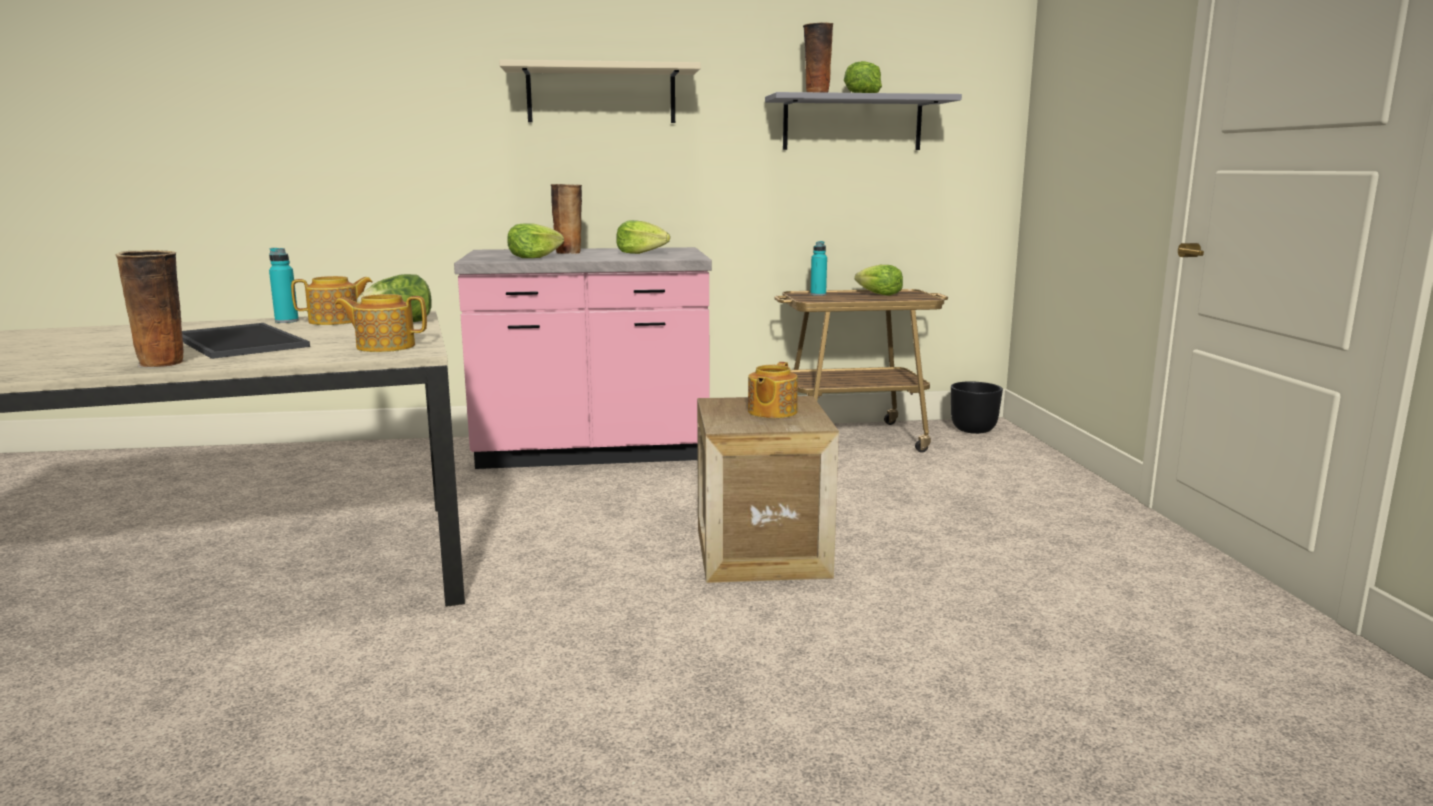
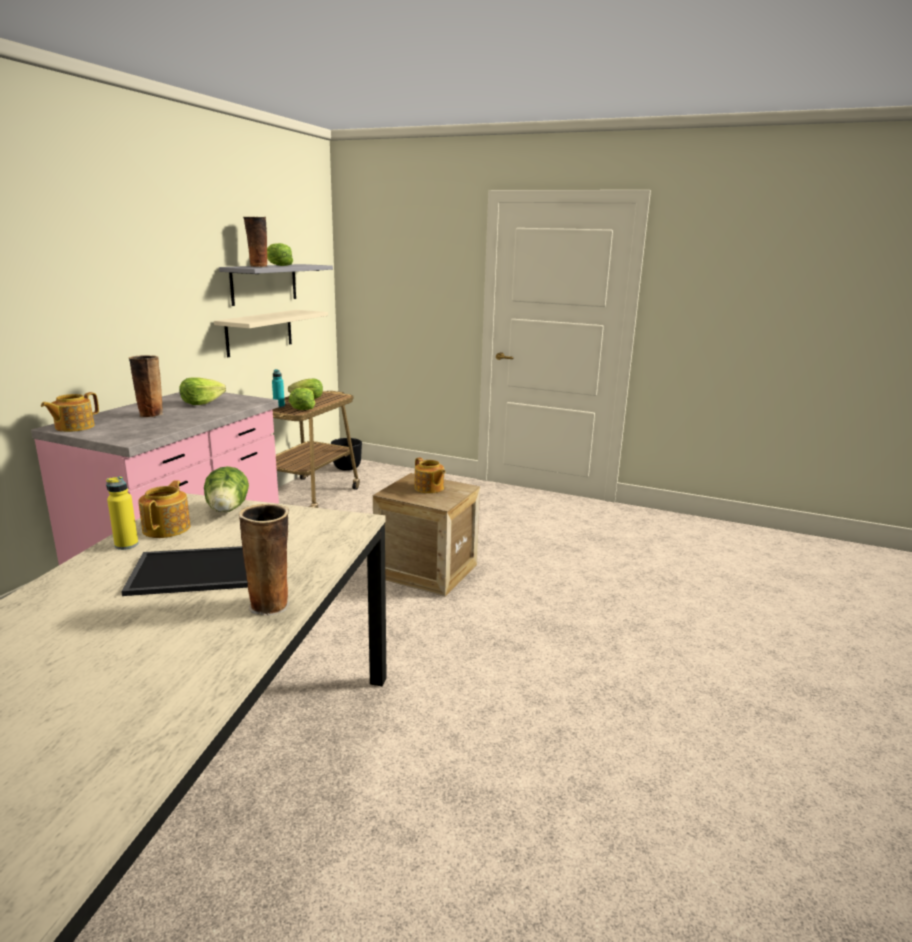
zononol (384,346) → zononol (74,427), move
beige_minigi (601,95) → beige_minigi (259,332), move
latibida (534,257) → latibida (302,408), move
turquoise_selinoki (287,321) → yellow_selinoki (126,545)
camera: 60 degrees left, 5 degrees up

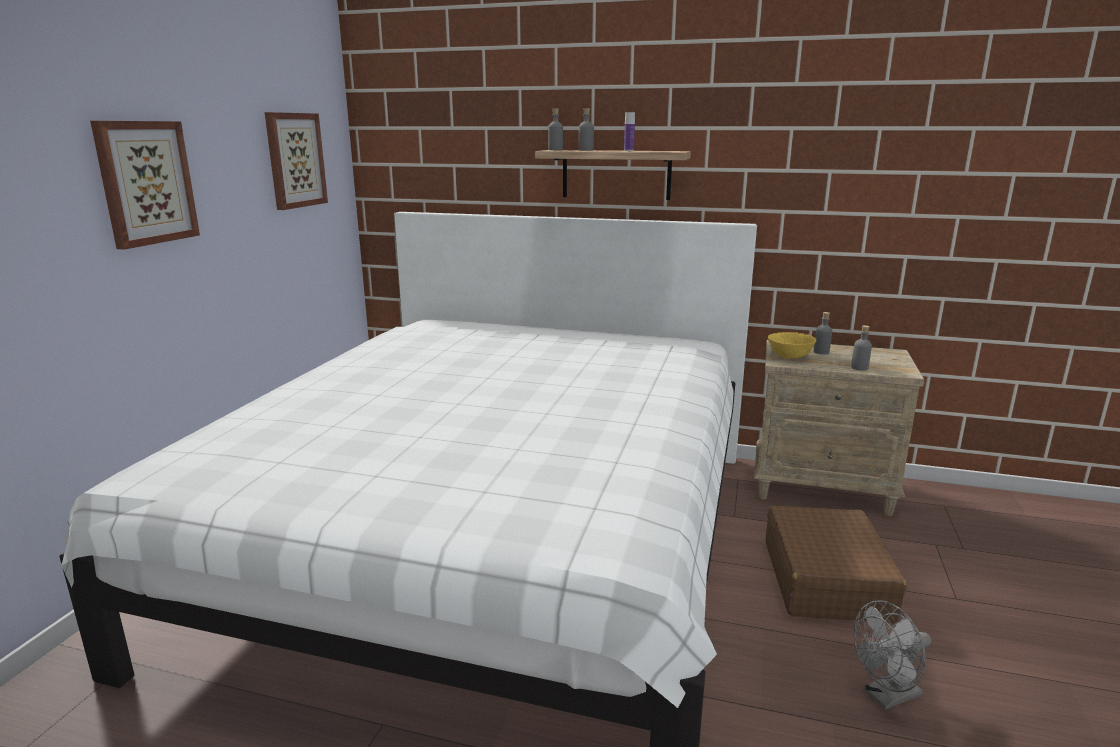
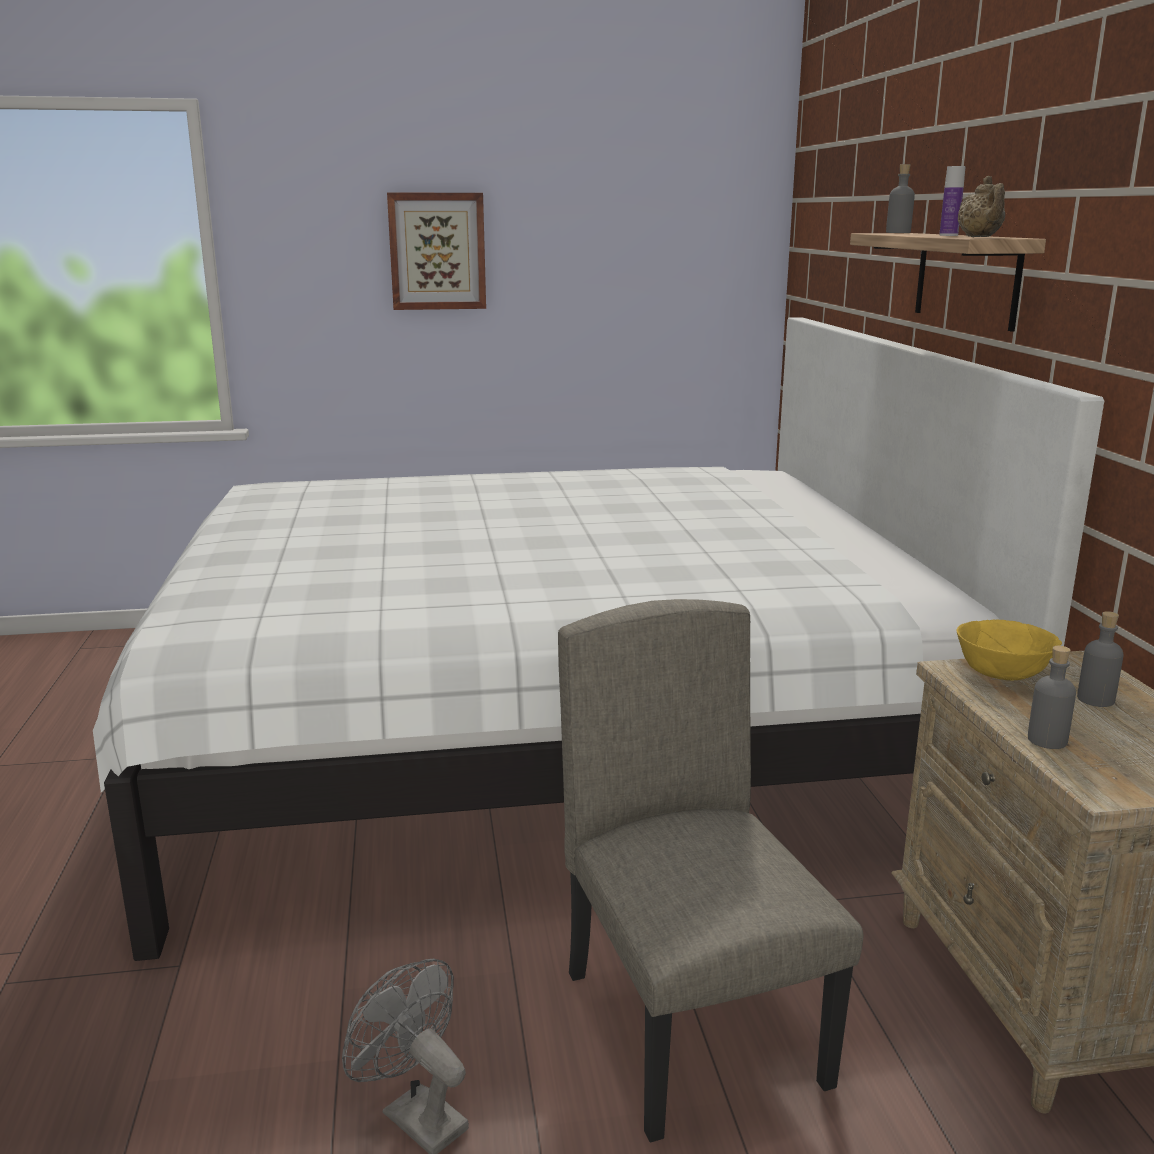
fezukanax (295,160) → -
grey_selinoki (586,150) → -
- → beige_zononol (980,237)
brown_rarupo (826,580) → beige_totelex (694,1027)
camera: 65 degrees right, 0 degrees up

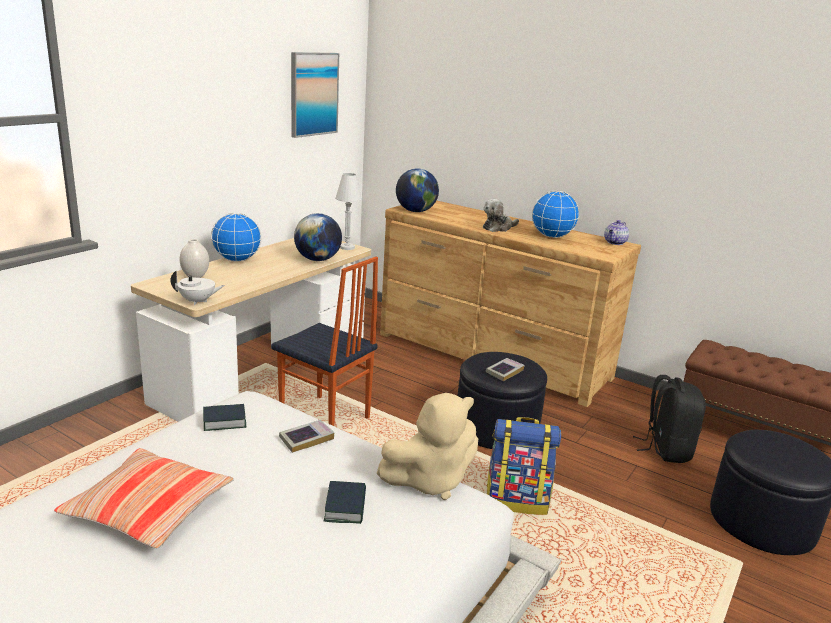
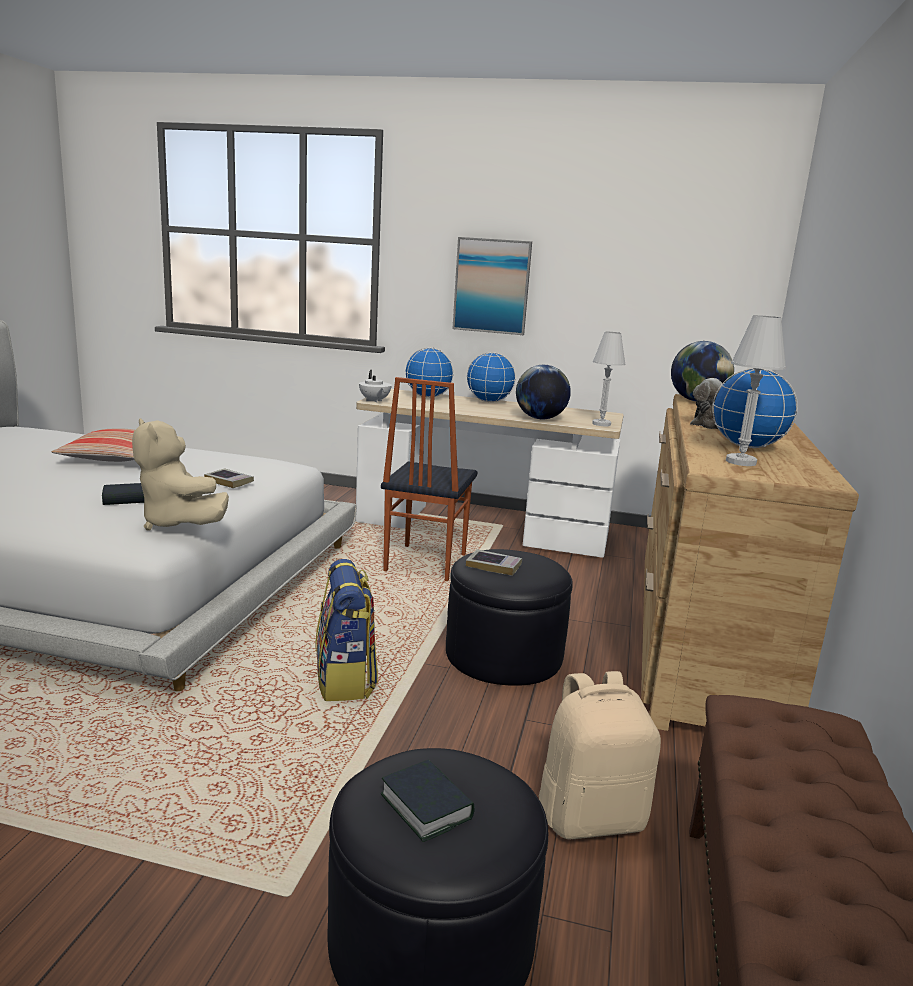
zononol (615,242) → -
- → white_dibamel (740,462)
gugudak (224,421) → gugudak (426,806), move
fezukanax (313,94) → fezukanax (492,286), move
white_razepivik (195,277) → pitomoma (427,397)
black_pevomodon (666,449) → beige_pevomodon (591,816)
camera: 70 degrees right, 5 degrees down

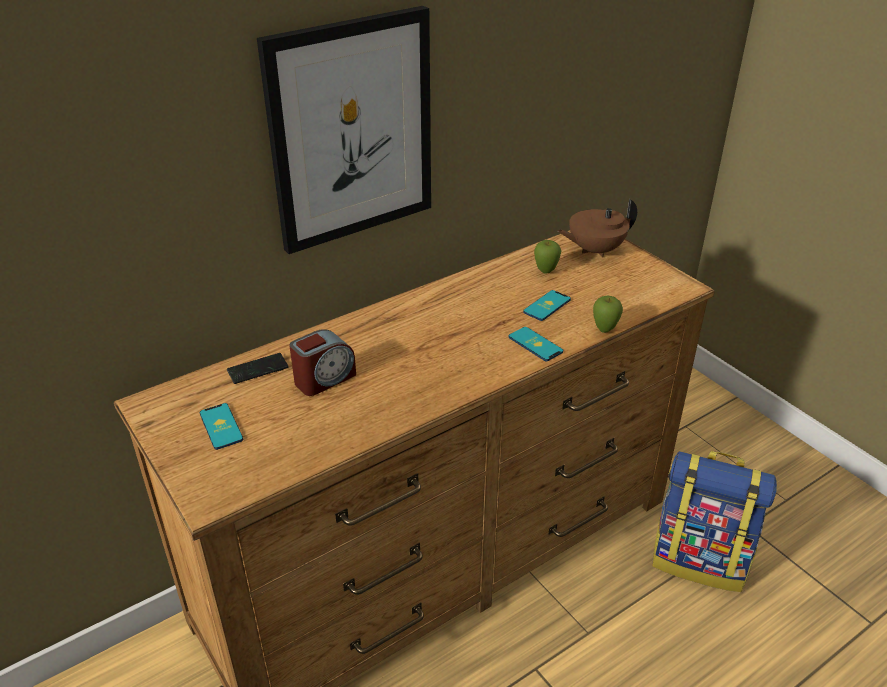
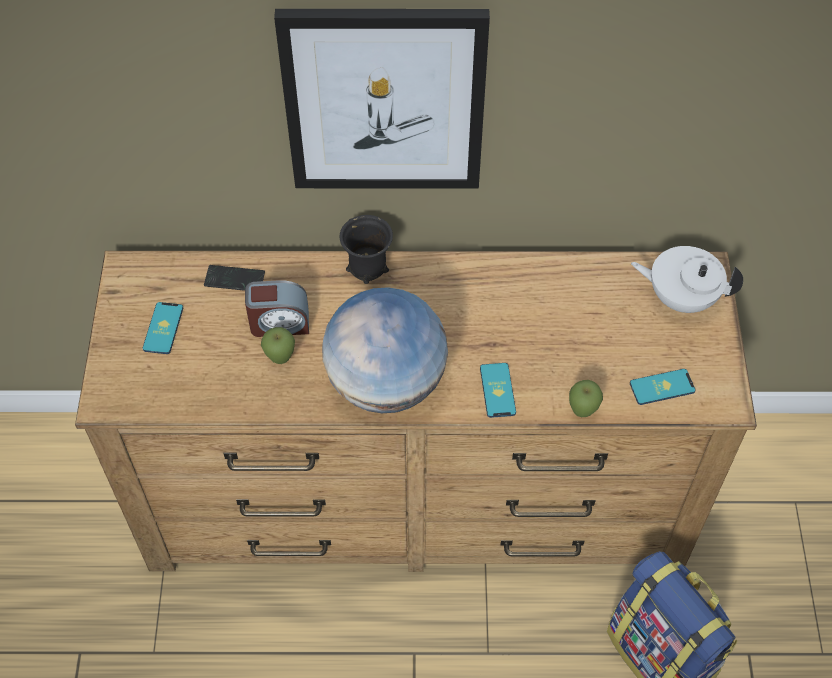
- → pitomoma (387,383)
- → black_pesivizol (367,267)
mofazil (547,306) → mofazil (662,387), move
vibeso (545,272) → vibeso (280,359), move
brown_zononol (594,250) → white_zononol (681,297)
camera: 35 degrees right, 20 degrees up

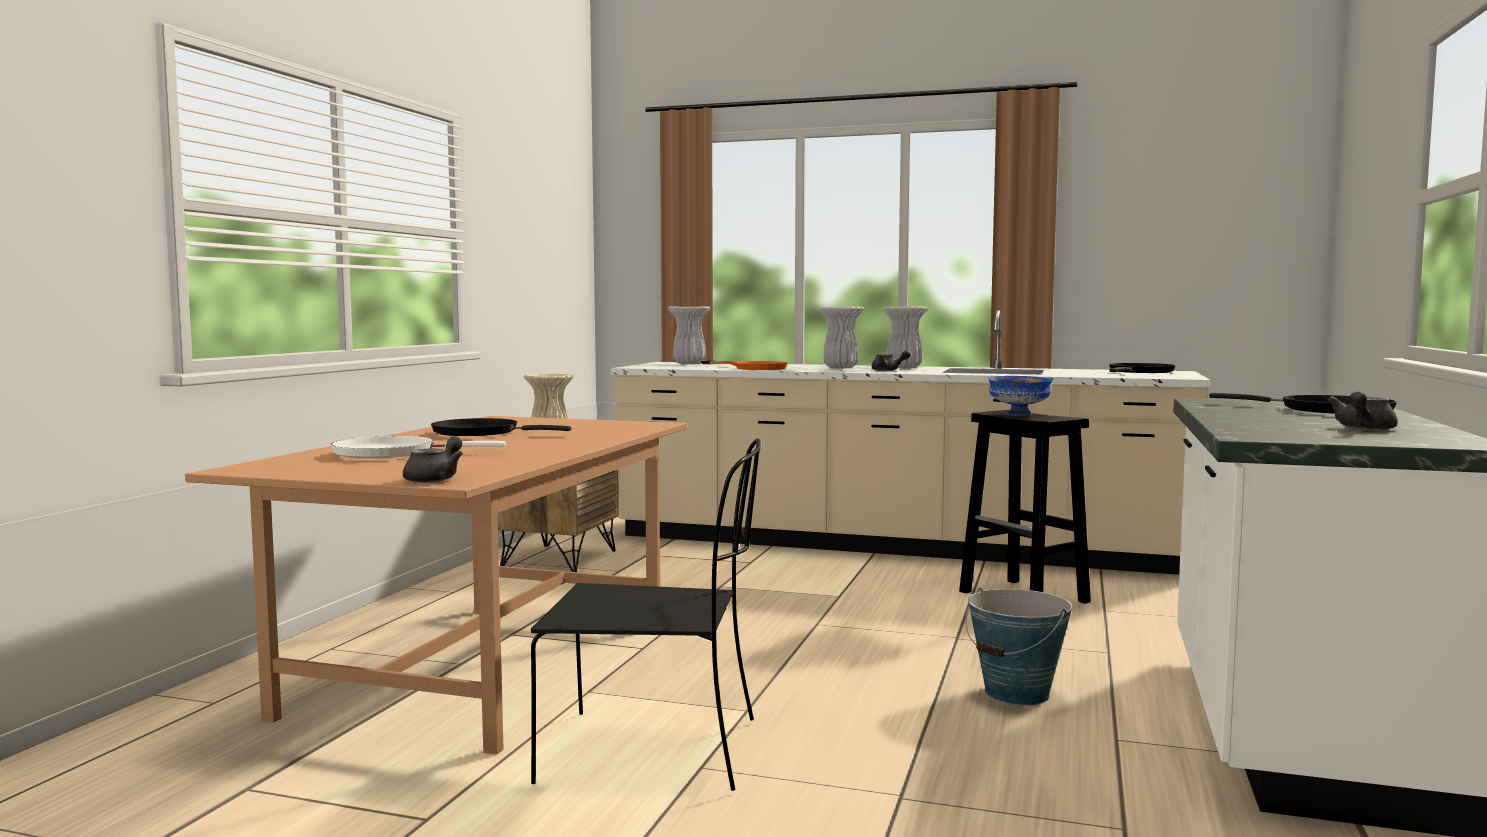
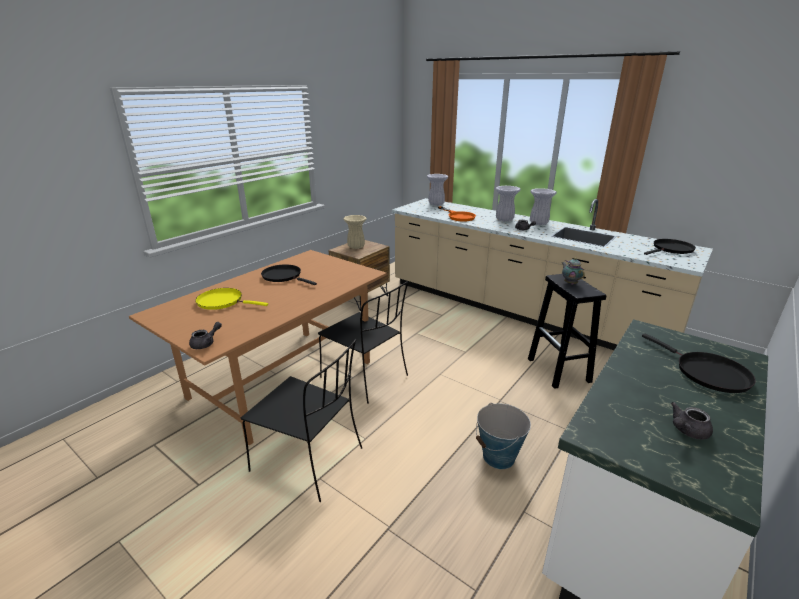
- → black_totelex (366,377)
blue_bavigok (1019,415) → zononol (570,283)
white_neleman (392,453) → yellow_neleman (223,302)
camera: 20 degrees right, 20 degrees up

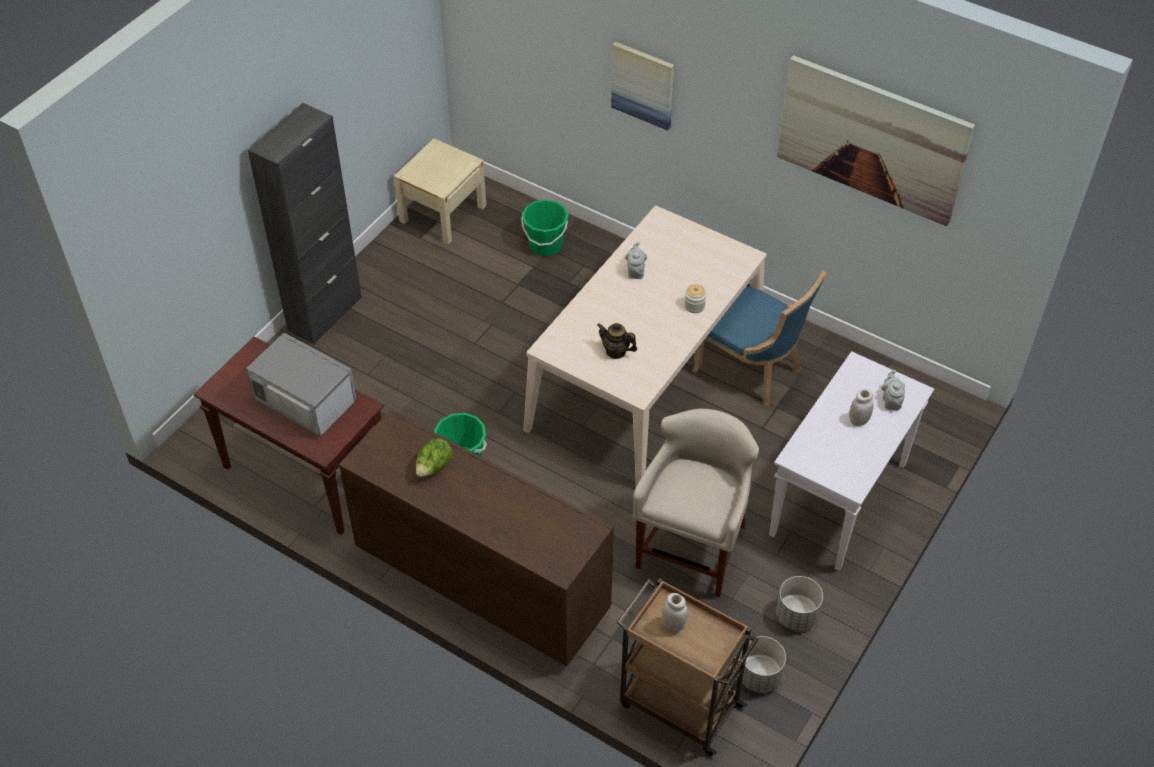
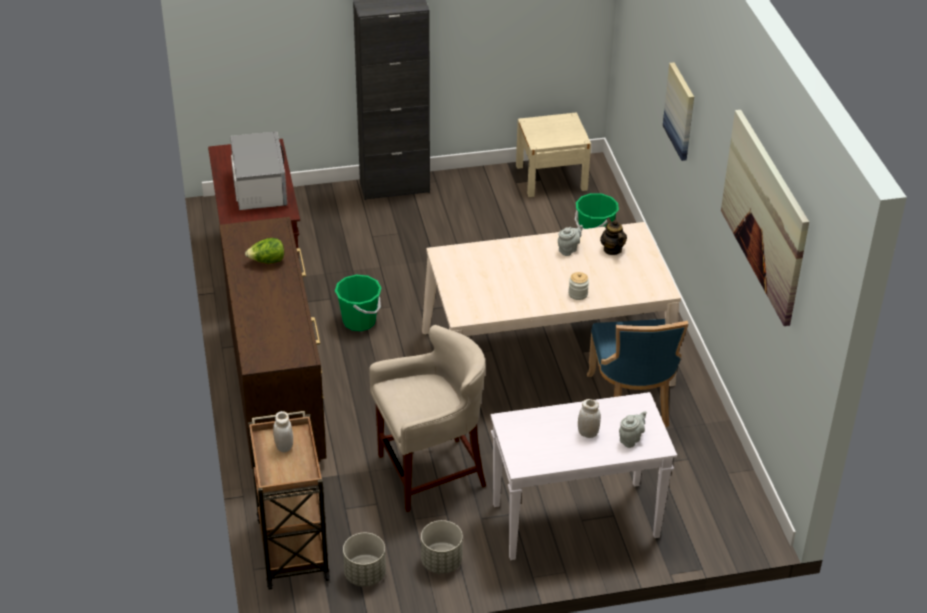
zononol (616,351) → zononol (612,249), move
camera: 45 degrees right, 10 degrees down

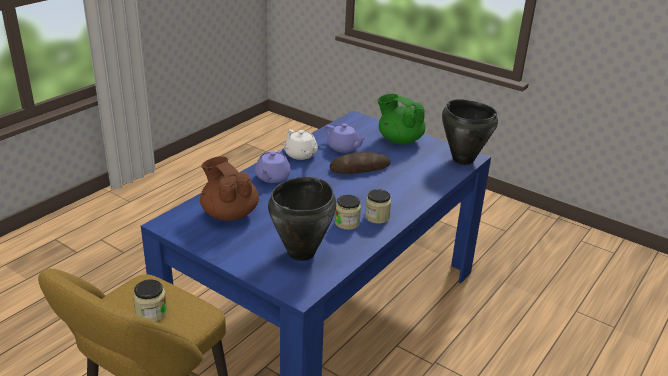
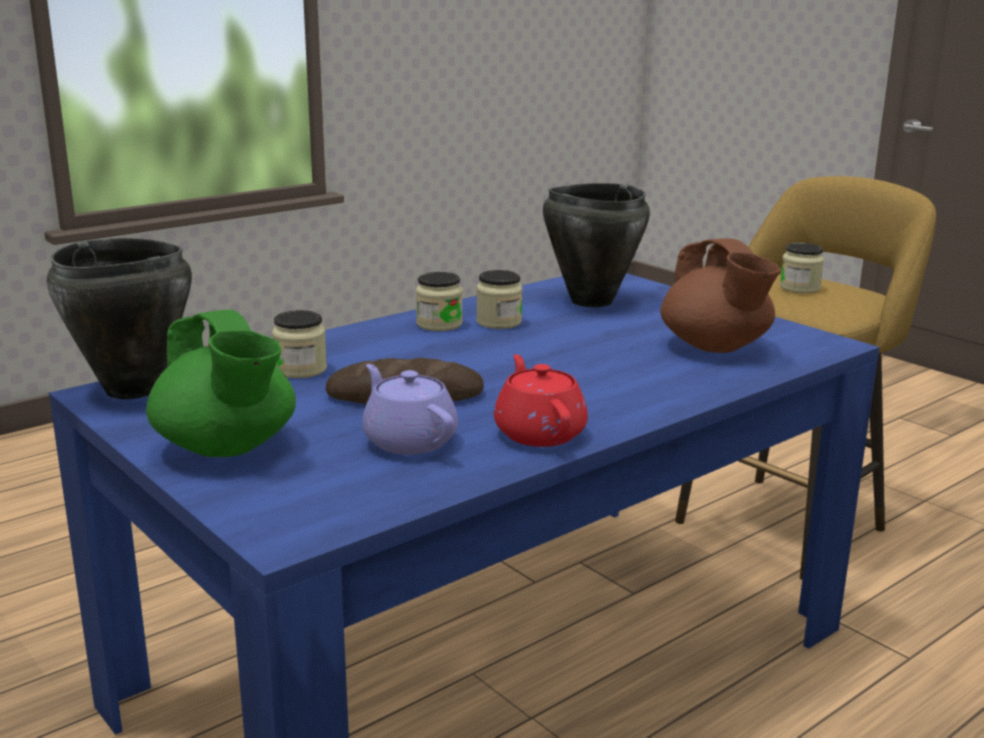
purple_zononol (272,177) → -
- → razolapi (300,369)
white_zononol (301,155) → red_zononol (539,433)
camera: 165 degrees left, 10 degrees down

